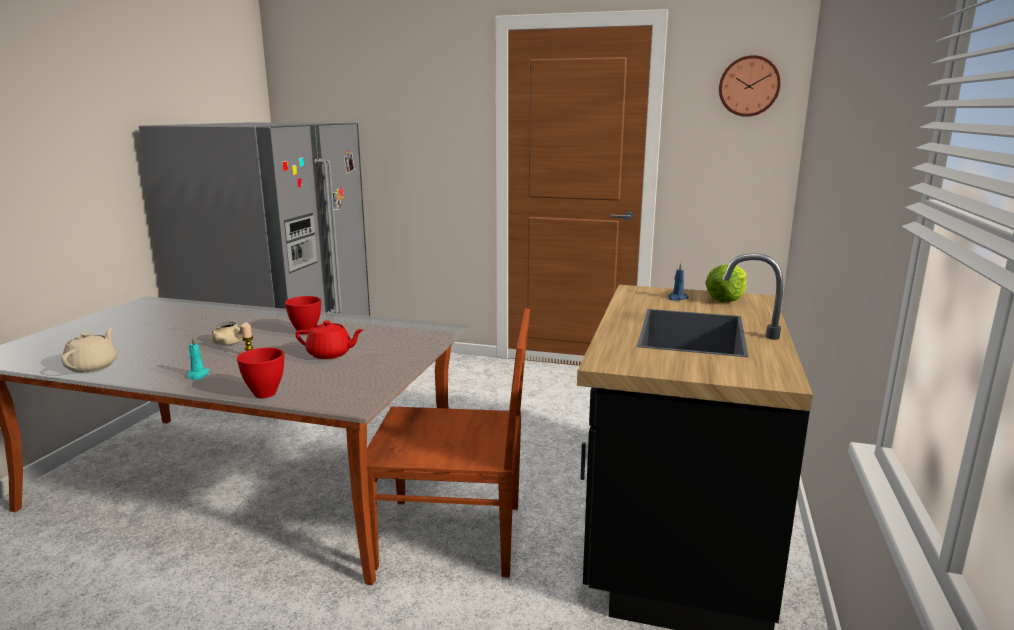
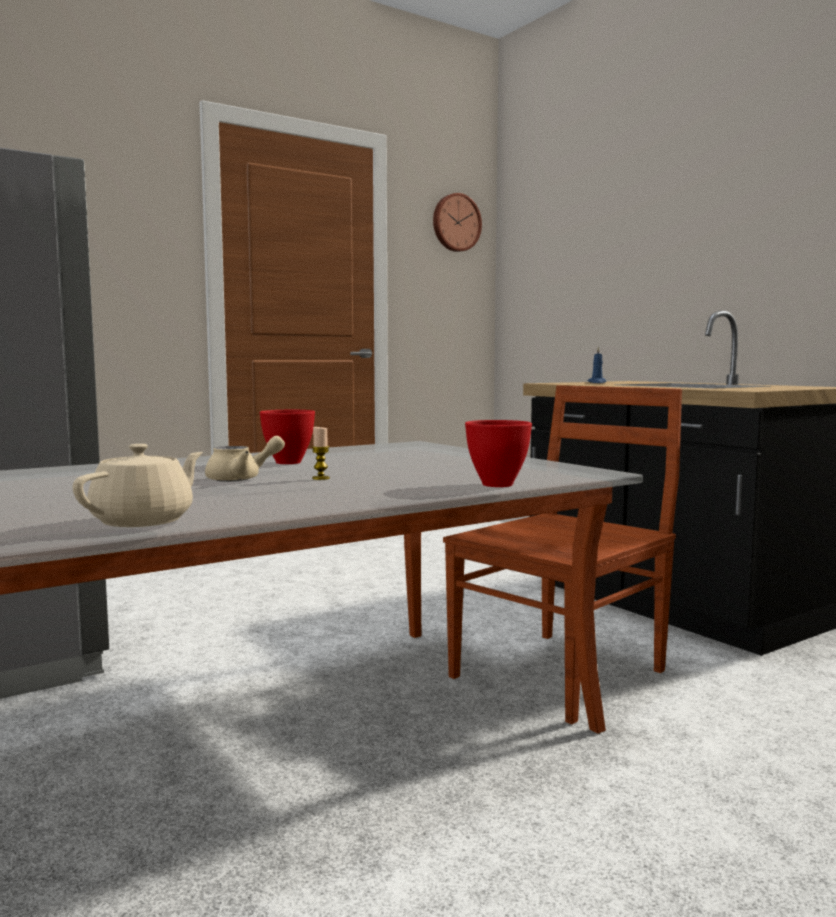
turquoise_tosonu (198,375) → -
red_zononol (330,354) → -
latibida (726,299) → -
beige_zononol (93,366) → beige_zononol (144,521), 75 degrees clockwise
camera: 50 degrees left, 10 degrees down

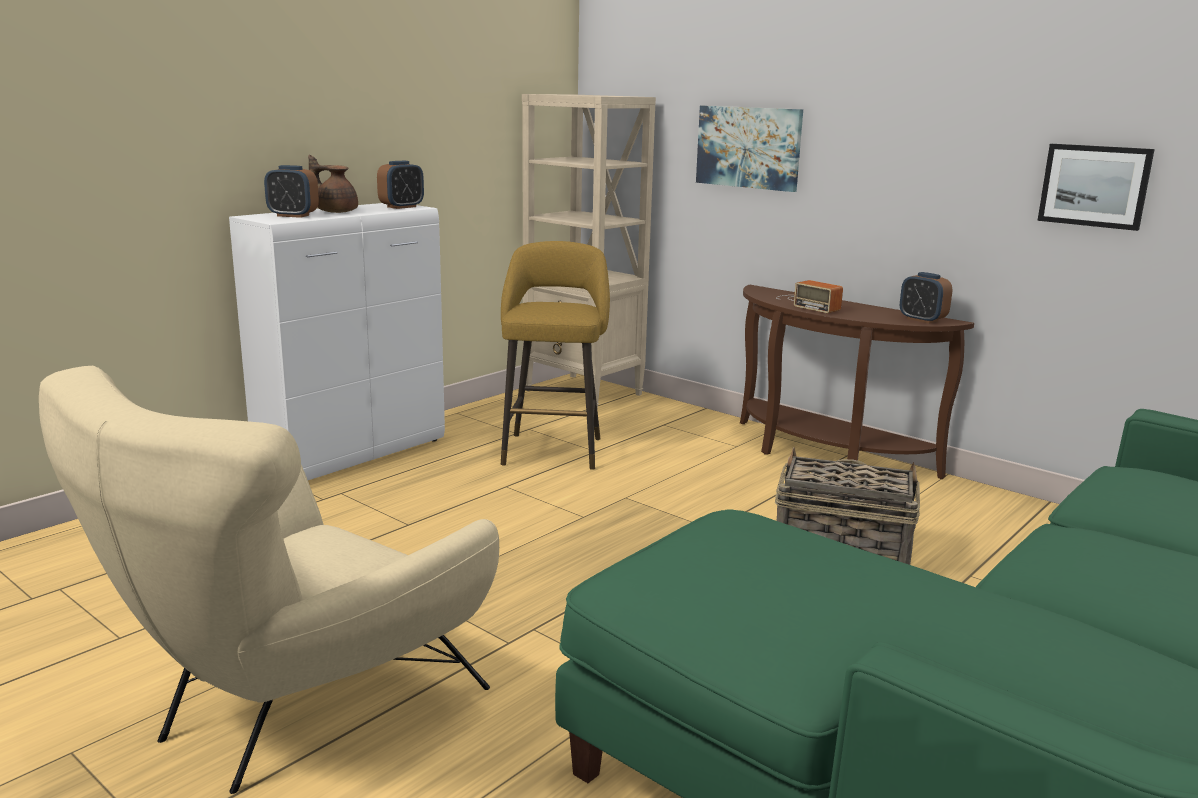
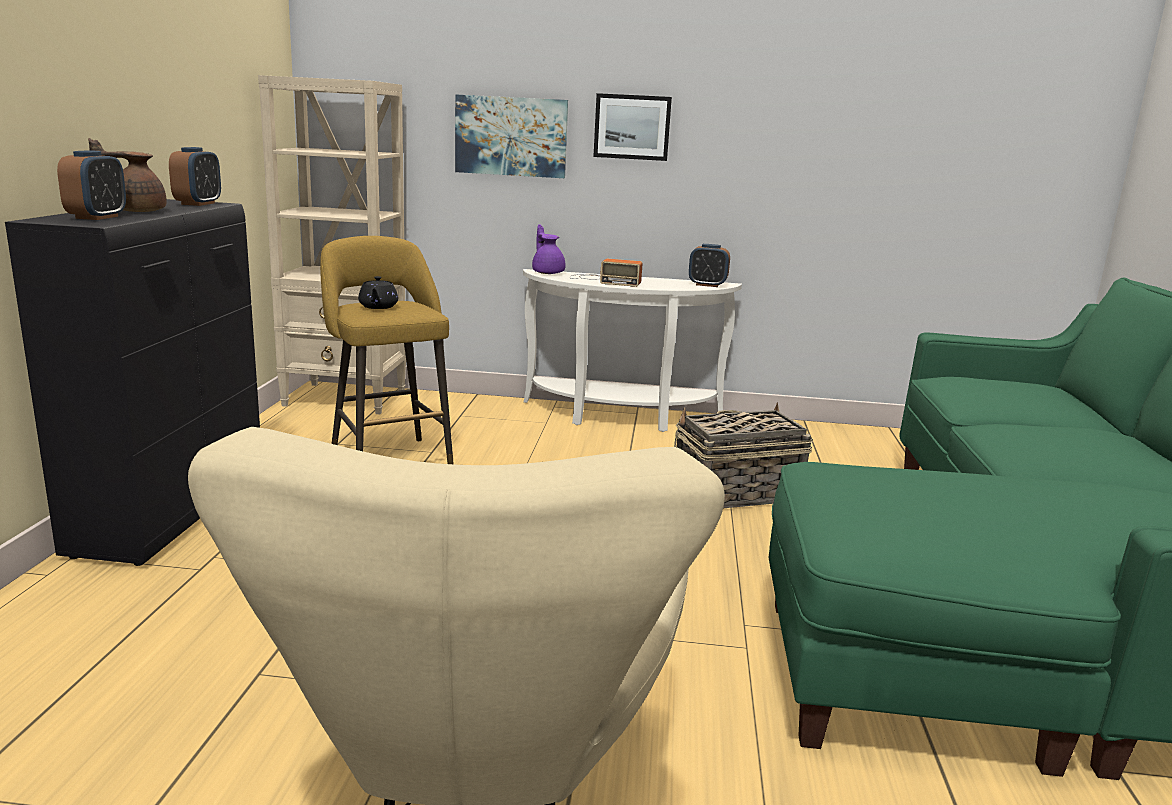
- → black_zononol (378,307)
- → purple_zononol (548,272)
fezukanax (1094,186) → fezukanax (632,127), move
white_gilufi (354,455) → black_gilufi (172,511)
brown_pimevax (822,456) → white_pimevax (620,417)
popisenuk (293,215) → popisenuk (97,217), 60 degrees counterclockwise
camera: 35 degrees left, 0 degrees up

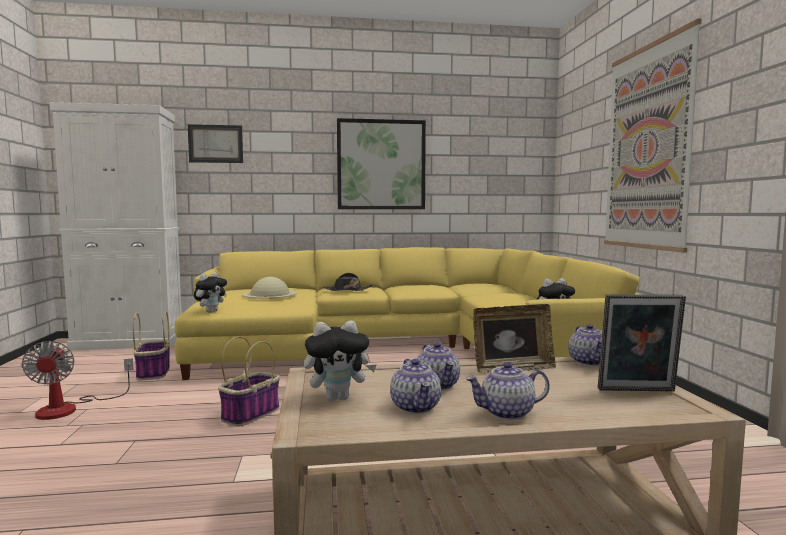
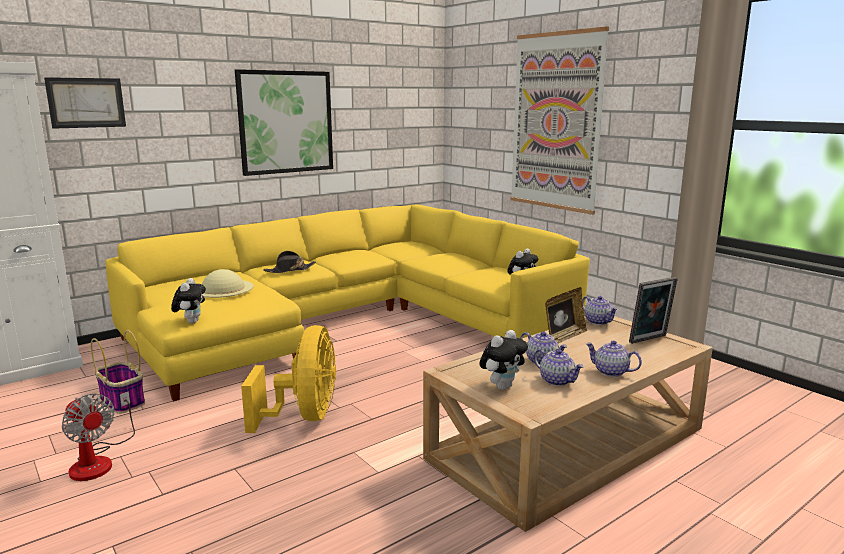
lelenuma (251,414) → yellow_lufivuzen (304,416)
zononol (507,413) → zononol (610,372), 75 degrees clockwise
camera: 30 degrees left, 10 degrees up

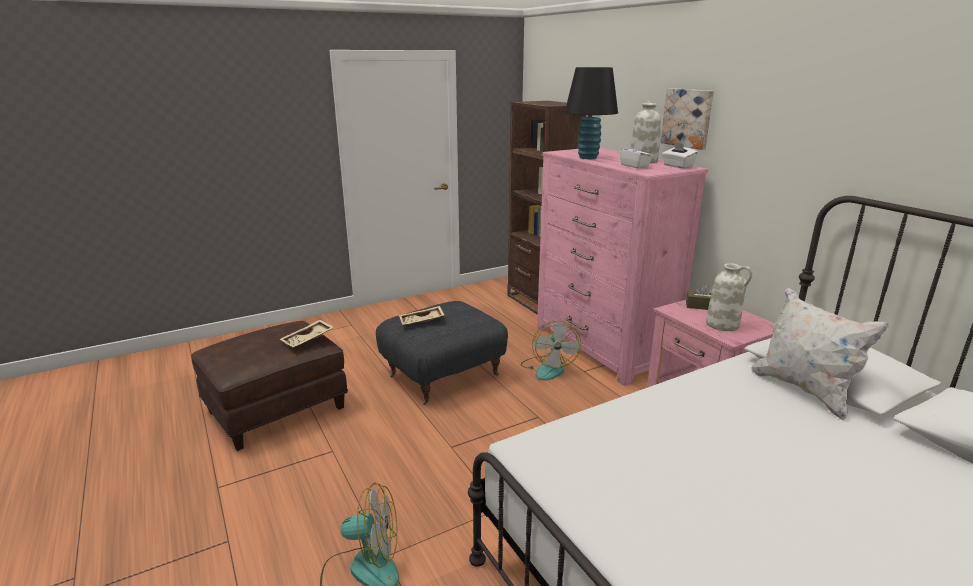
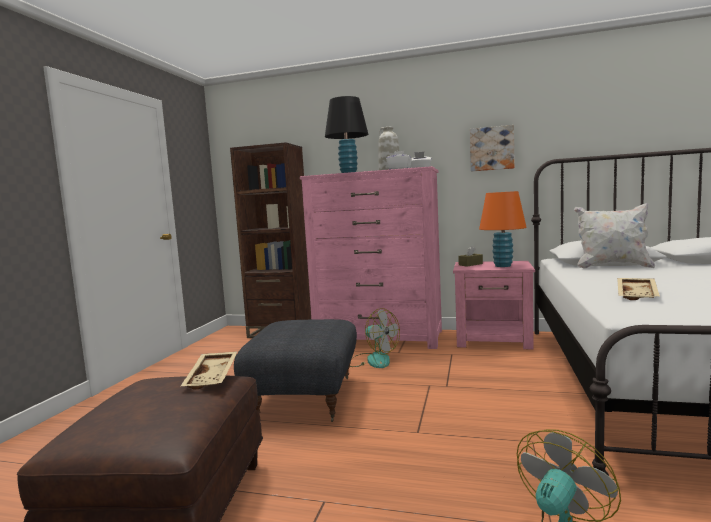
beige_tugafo (422,321) → beige_tugafo (638,295), move
fezukanax (688,118) → fezukanax (491,148), move
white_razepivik (723,324) → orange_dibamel (503,266)
camera: 45 degrees left, 15 degrees down

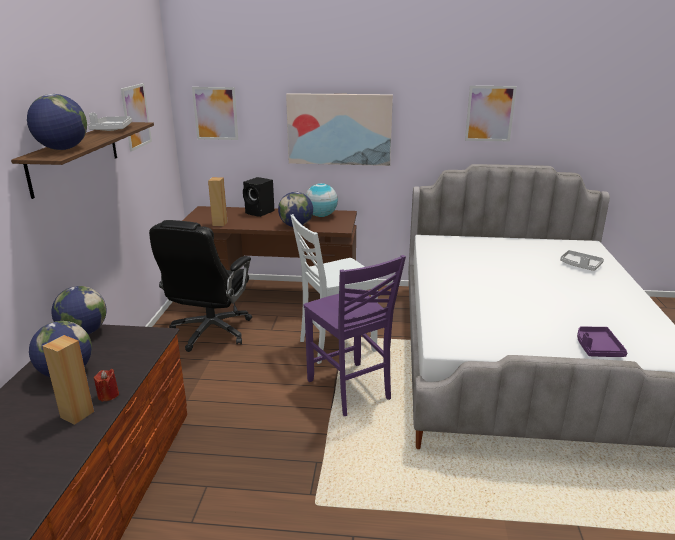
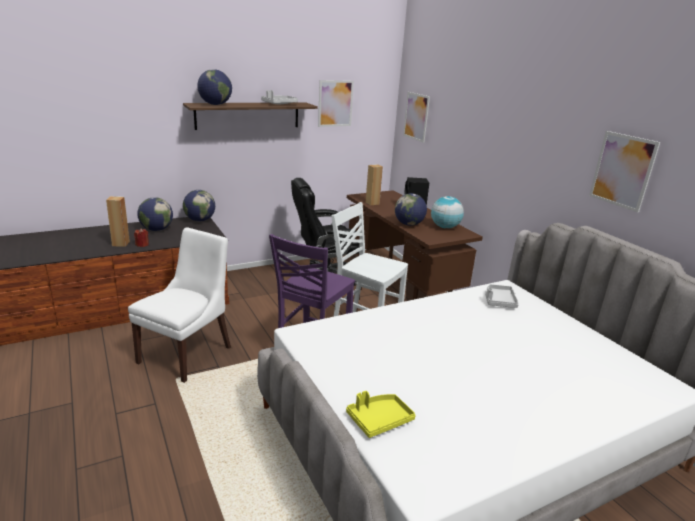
fezukanax (339,129) → -
- → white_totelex (187,353)
grey_tugafo (580,265) → grey_tugafo (499,301), move
purple_tugafo (597,348) → yellow_tugafo (379,420)
camera: 55 degrees right, 0 degrees up

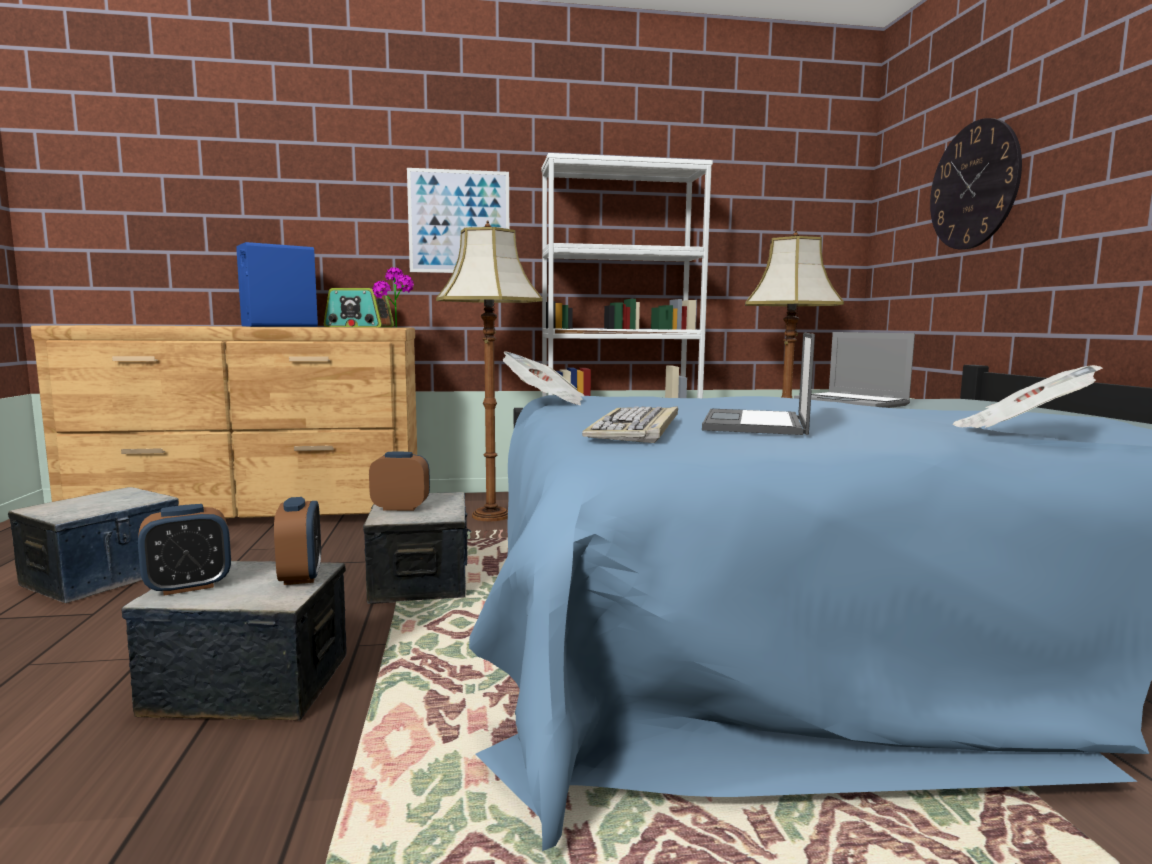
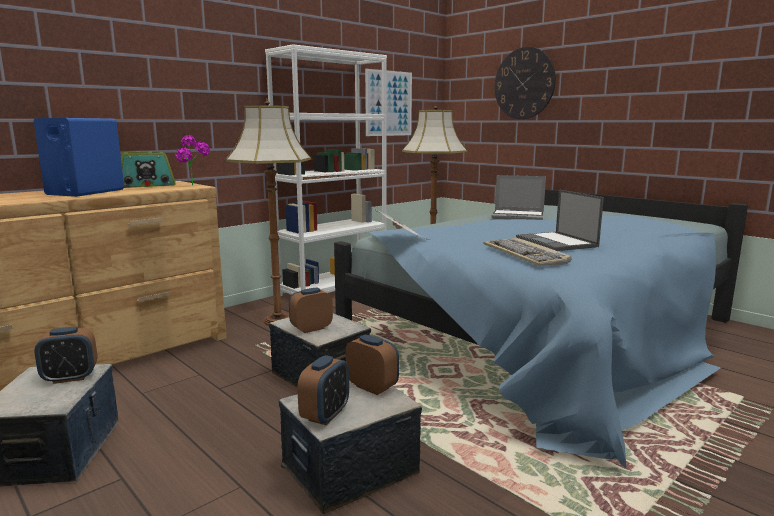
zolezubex (1019,430) → -
- → popisenuk (70,378)
fezukanax (459,222) → fezukanax (389,103), move
camera: 35 degrees left, 5 degrees up

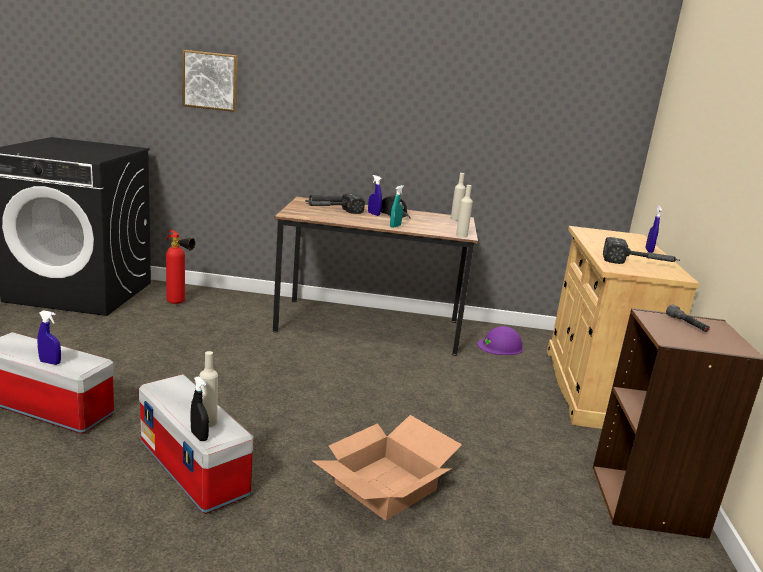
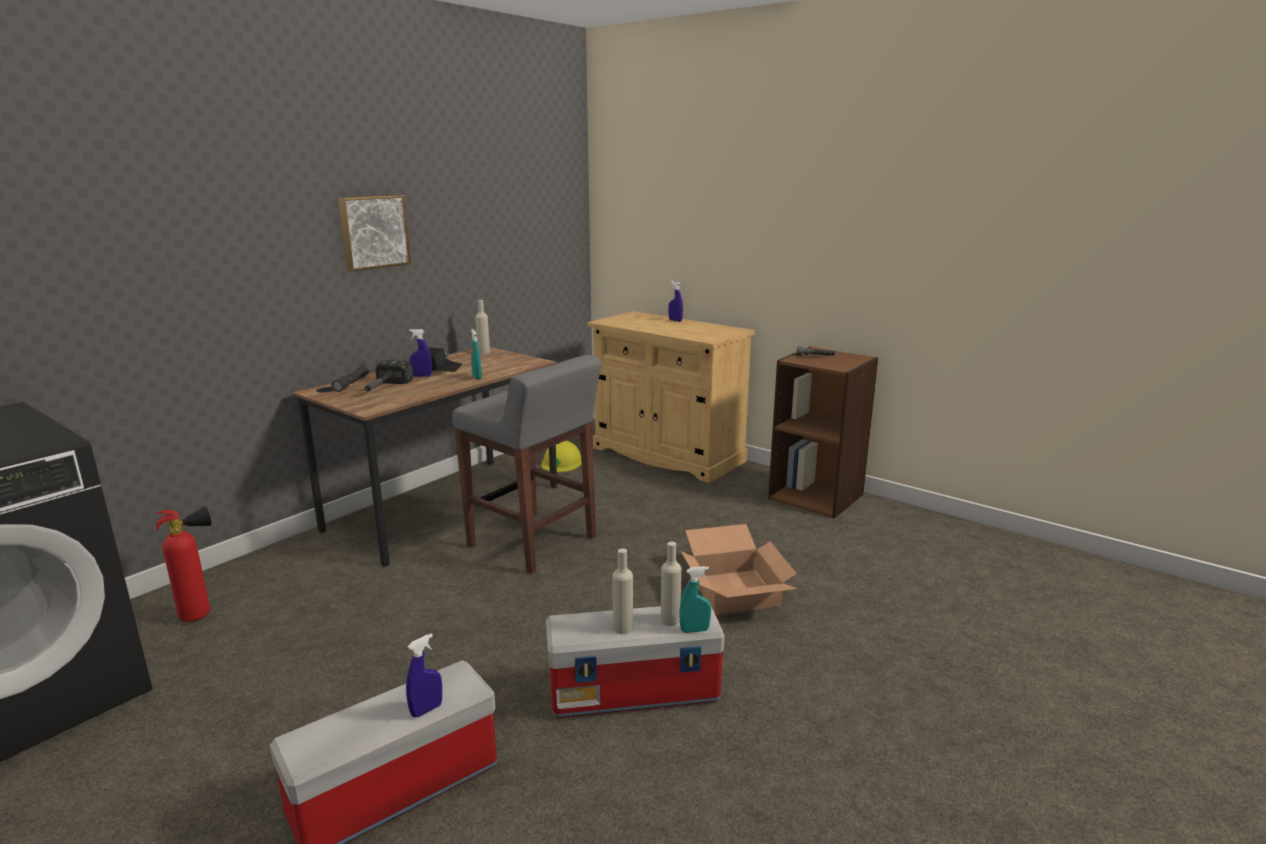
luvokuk (640,263) → -
- → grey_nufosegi (533,542)
fezukanax (211,80) → fezukanax (373,232), move
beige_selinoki (461,235) → beige_selinoki (622,628), move
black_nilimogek (199,436) → turquoise_nilimogek (694,630)
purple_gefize (500,346) → yellow_gefize (562,462)
camera: 55 degrees left, 0 degrees up

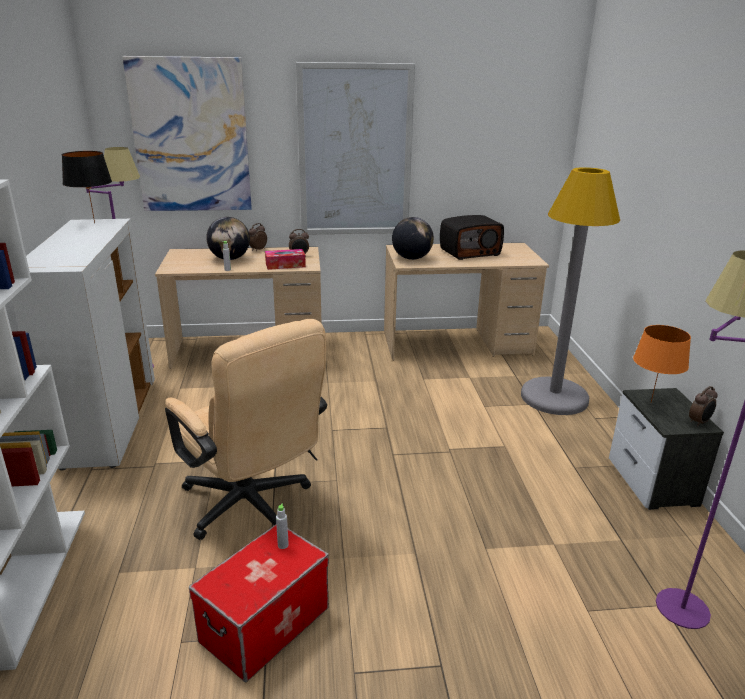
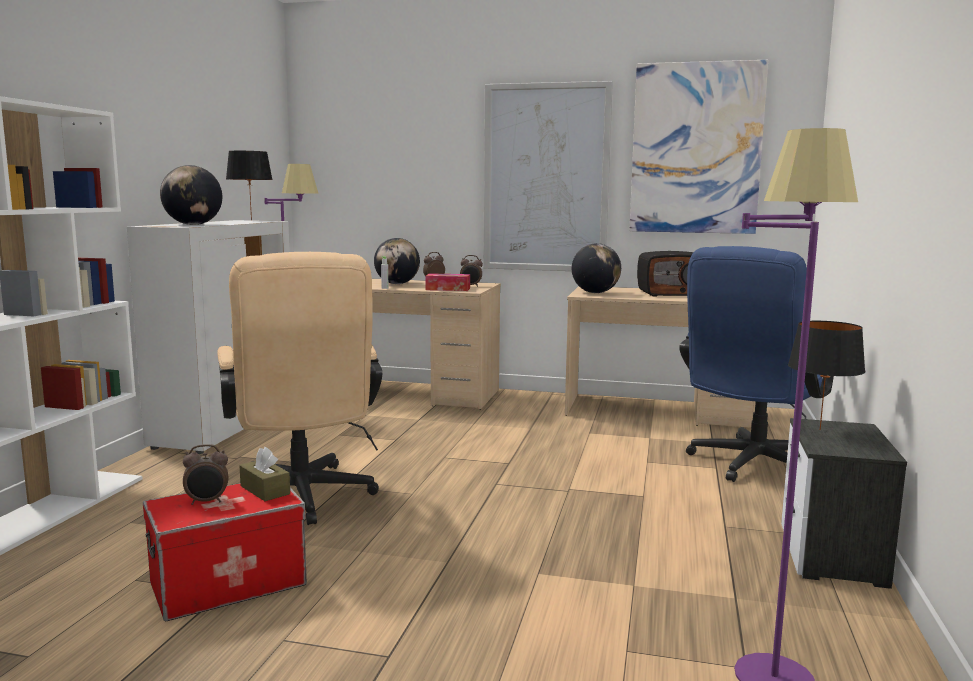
- → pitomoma (193,225)
fezukanax (191,136) → fezukanax (696,149), move
popisenuk (699,422) → popisenuk (207,502), move
grey_selinoki (283,545) → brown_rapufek (265,490)
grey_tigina (554,397) → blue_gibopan (750,466)
orange_dibamel (651,402) → black_dibamel (820,430)
camera: 20 degrees right, 15 degrees down

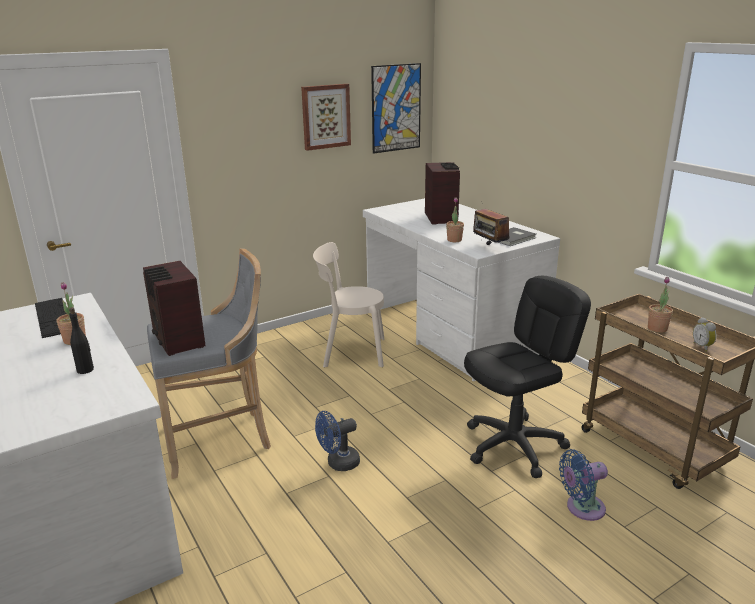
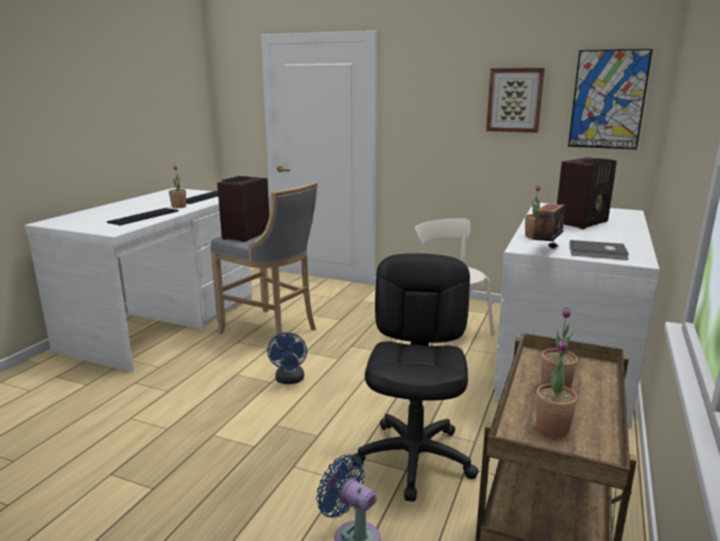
black_selinoki (85,370) → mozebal (144,216)
popisenuk (703,347) → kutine (552,427)
blue_lufivuzen (338,463) → blue_lufivuzen (289,380), 120 degrees counterclockwise
black_gibopan (514,445) → black_gibopan (414,458), 105 degrees counterclockwise
camera: 55 degrees right, 5 degrees down

